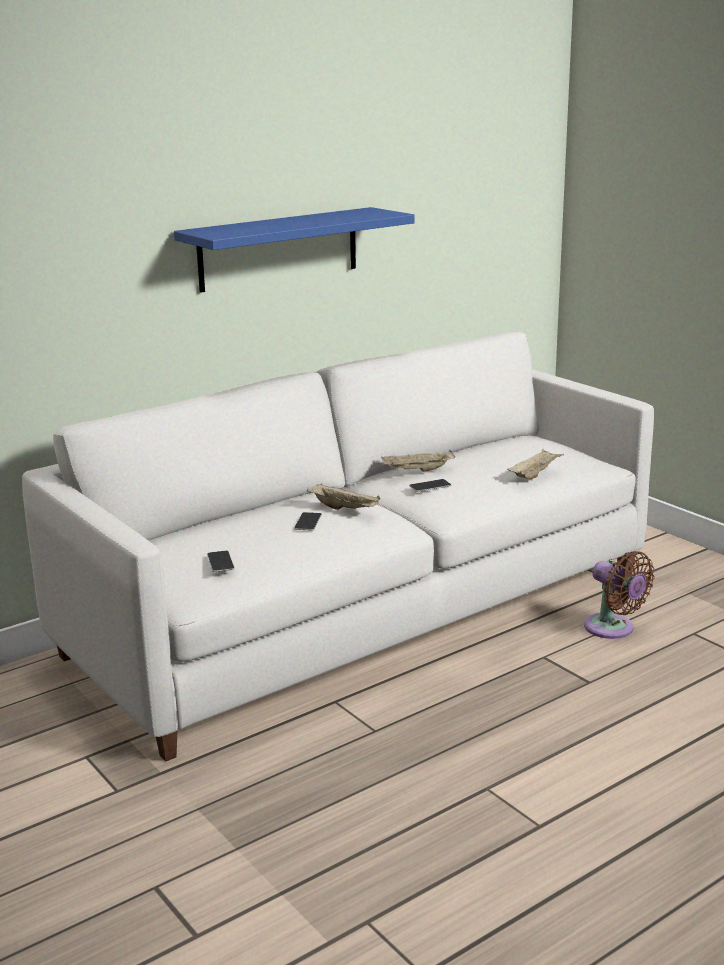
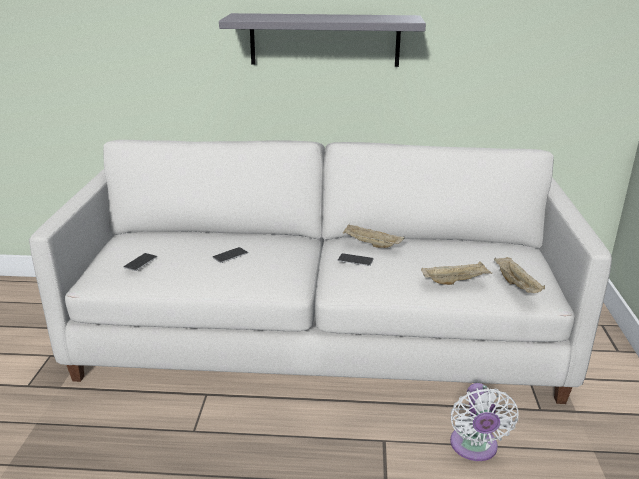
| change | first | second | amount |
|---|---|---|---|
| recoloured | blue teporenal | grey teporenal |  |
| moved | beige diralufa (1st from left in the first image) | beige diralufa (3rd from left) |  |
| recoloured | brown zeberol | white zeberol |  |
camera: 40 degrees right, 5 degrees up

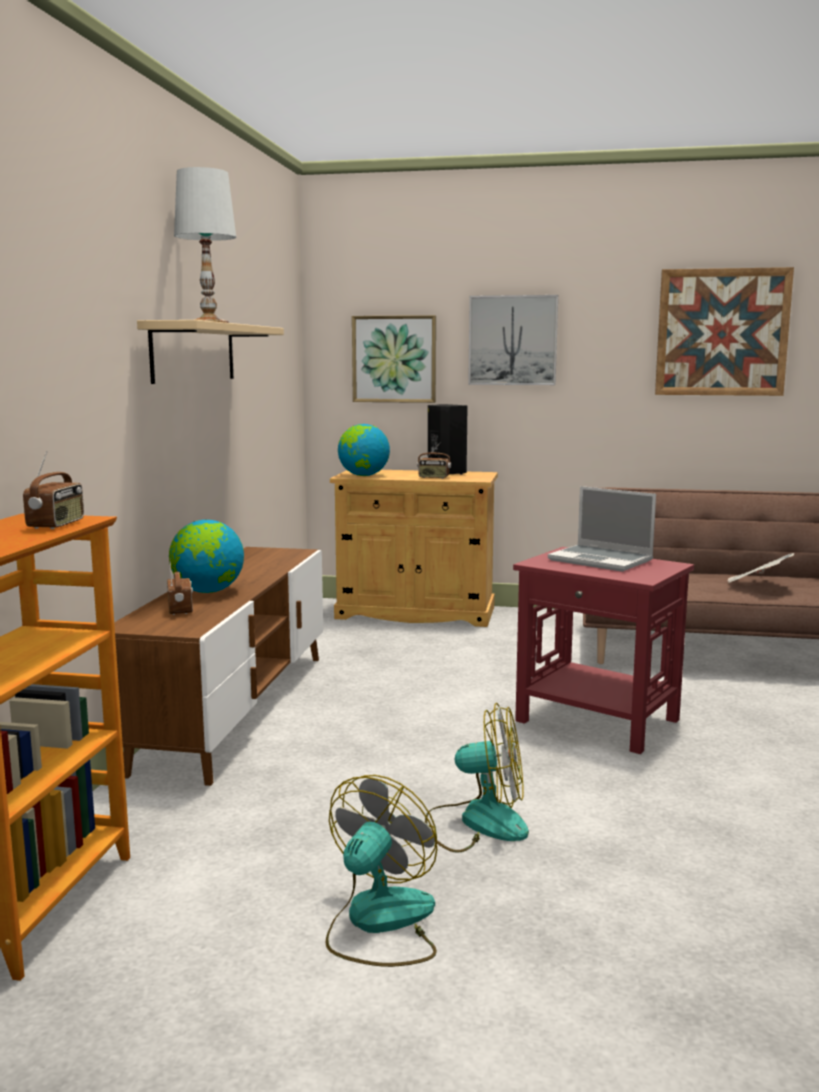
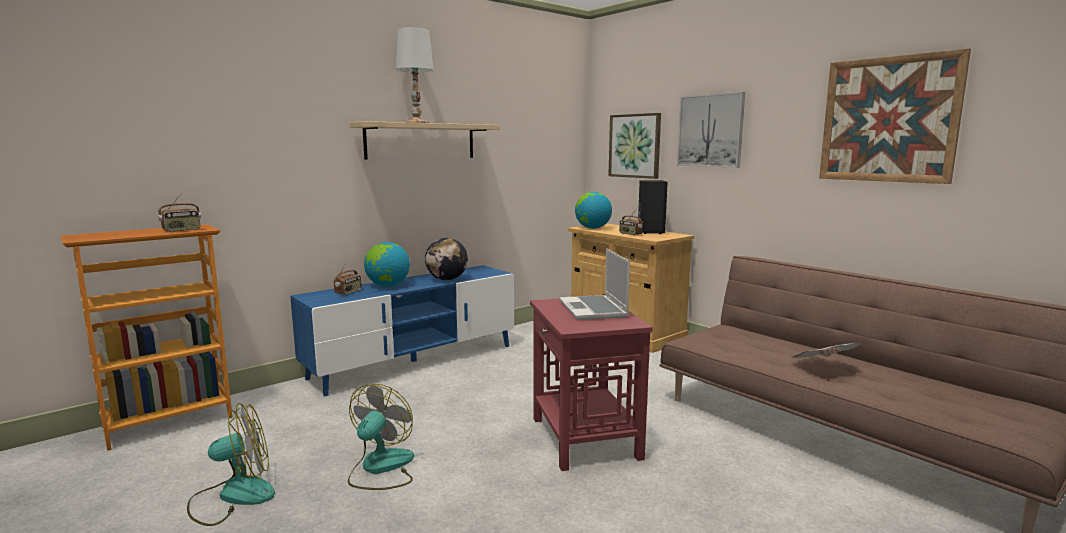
| change | first | second | amount |
|---|---|---|---|
| recoloured | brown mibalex | blue mibalex |  |
| turned | zeberol (2nd from left) |  | 120 degrees counterclockwise |
| added |  | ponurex (2nd from left) |  |
camera: 40 degrees right, 0 degrees up

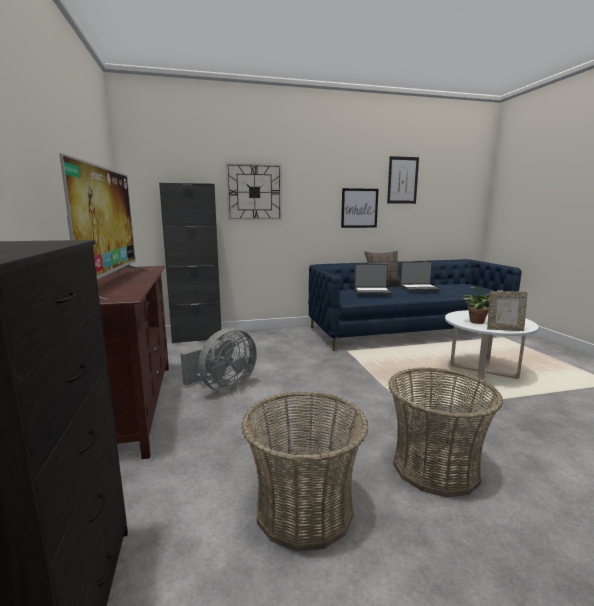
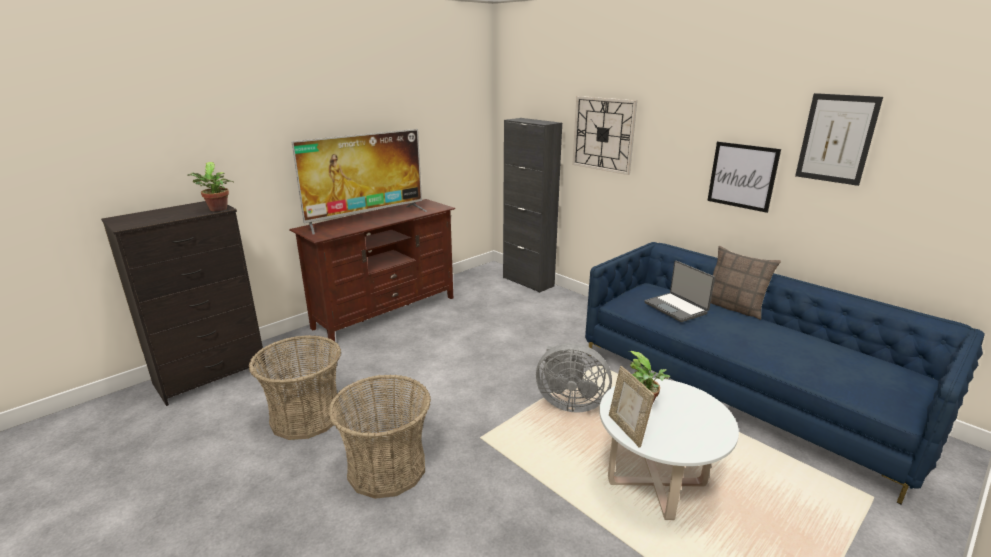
| change | first | second | amount |
|---|---|---|---|
| moved | grey zeberol |  |  |
| removed | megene (2nd from left) |  |  |
| added |  | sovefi (1st from left) |  |
camera: 60 degrees right, 10 degrees up

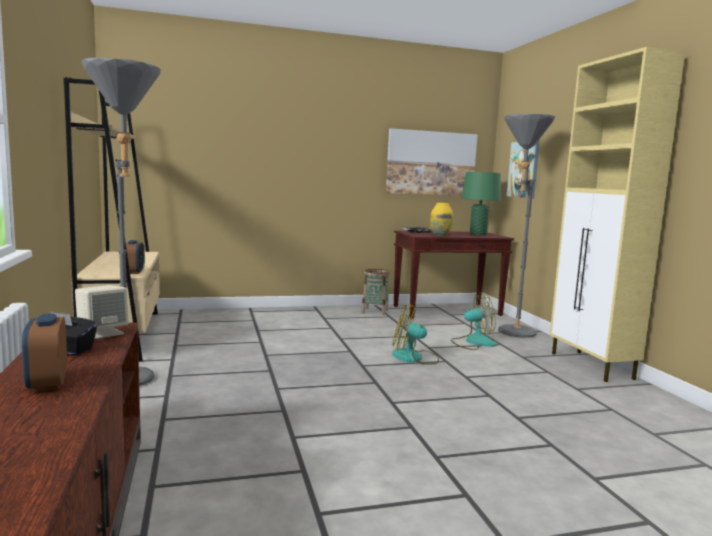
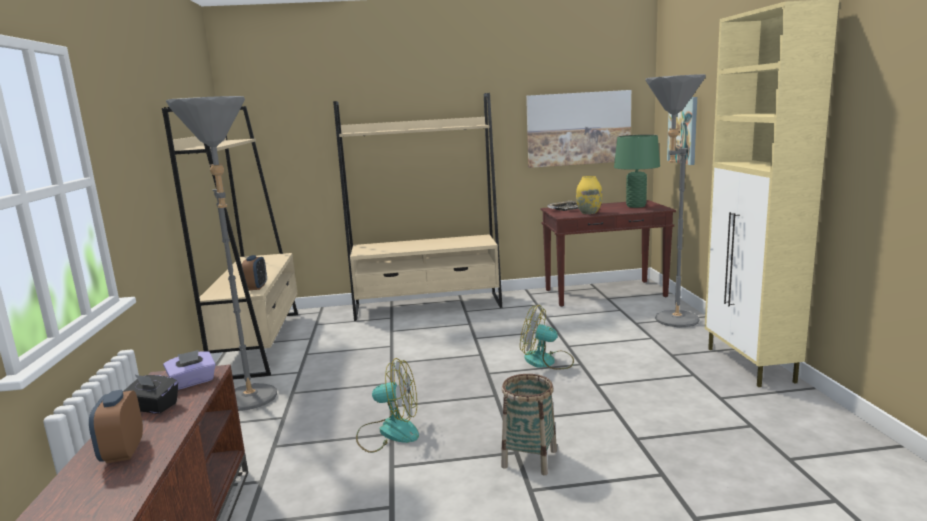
| change | first | second | amount |
|---|---|---|---|
| replaced | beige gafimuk | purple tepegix |  |
| moved | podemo |  |  |
| moved | zeberol (2nd from left in the first image) | zeberol (1st from left) |  |
| added |  | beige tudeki (2nd from left) |  |
camera: 10 degrees right, 5 degrees up

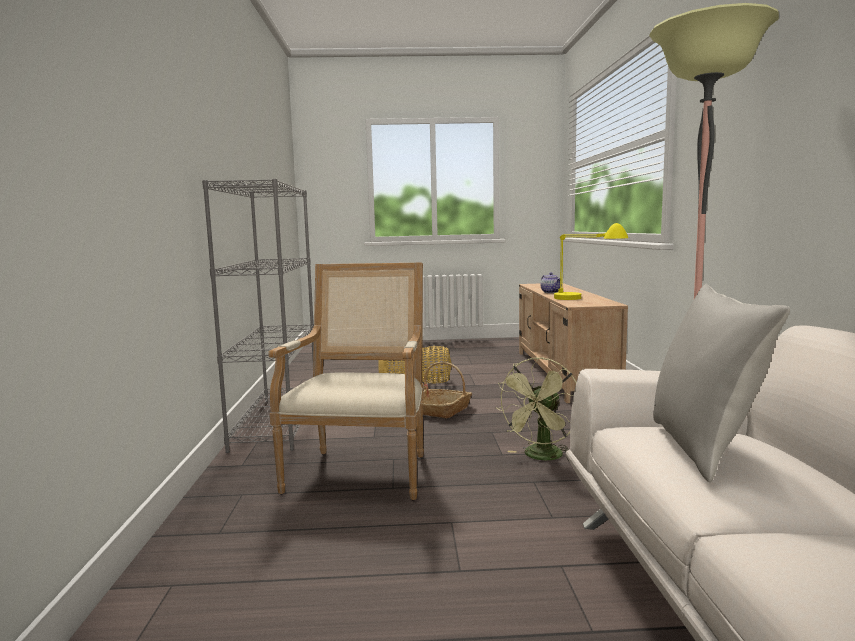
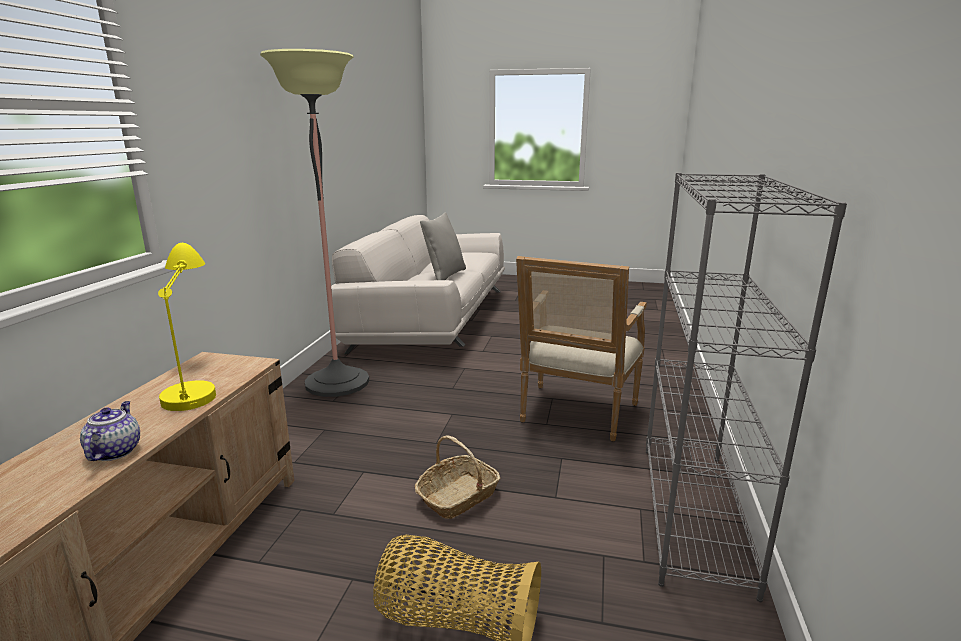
| change | first | second | amount |
|---|---|---|---|
| removed | green zeberol |  |  |
camera: 165 degrees left, 10 degrees up

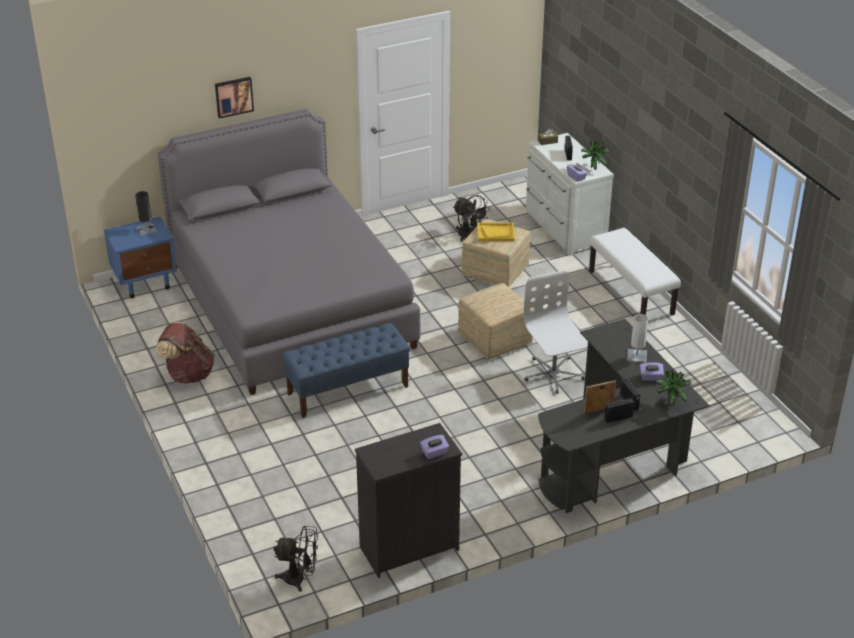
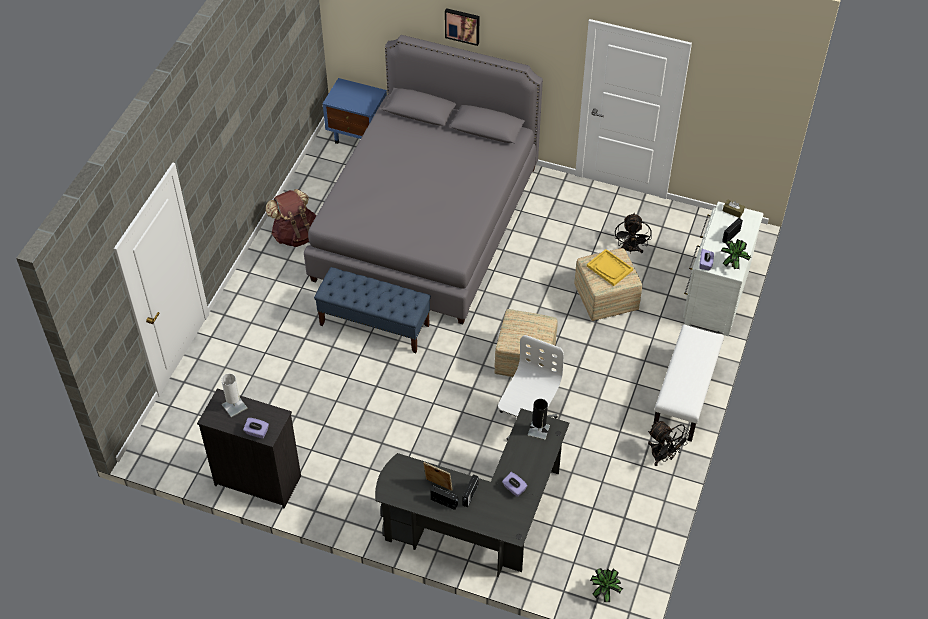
| change | first | second | amount |
|---|---|---|---|
| moved | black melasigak |  |  |
| moved | black zeberol (1st from left in the first image) | black zeberol (2nd from left) |  |
| moved | white melasigak |  |  |
| moved | sovefi (2nd from left in the first image) | sovefi (1st from left) |  |
camera: 45 degrees right, 15 degrees up

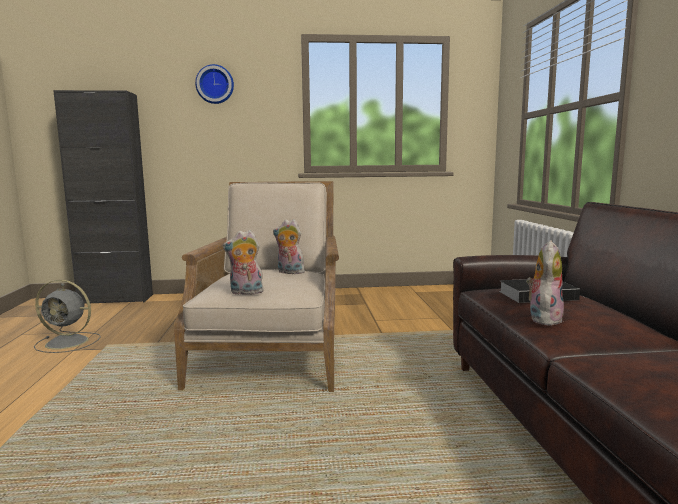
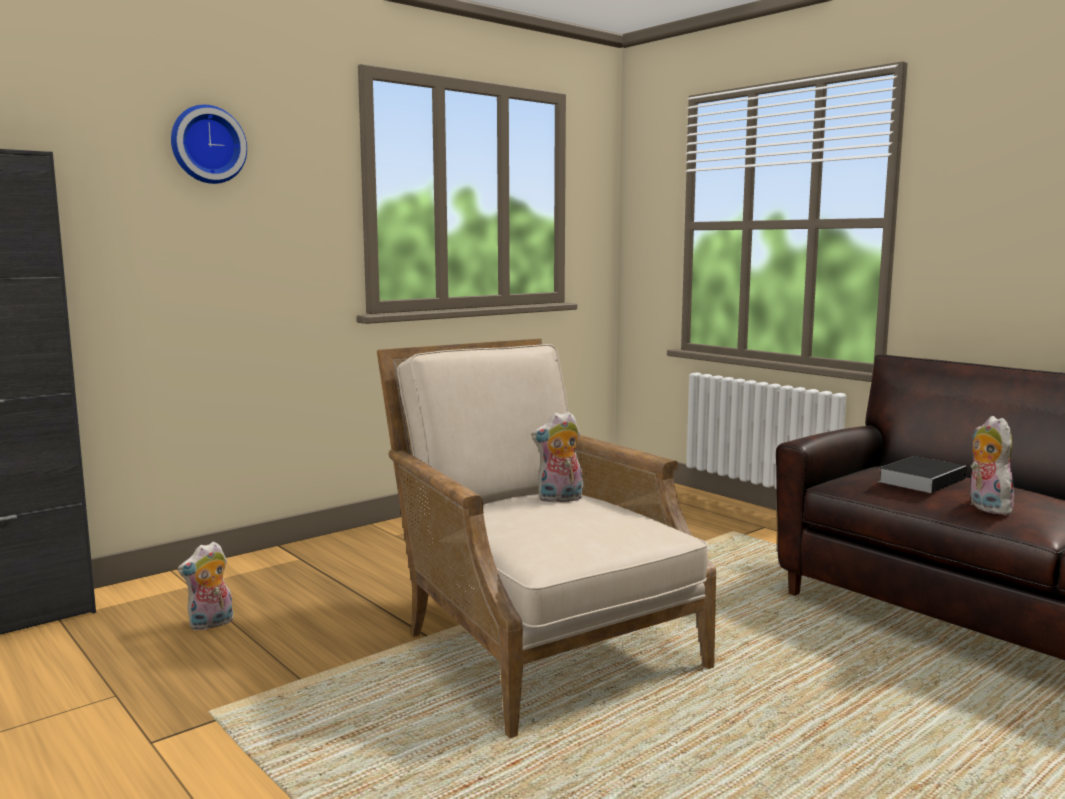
| change | first | second | amount |
|---|---|---|---|
| removed | grey zeberol |  |  |
| moved | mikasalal (1st from left) |  |  |
camera: 35 degrees left, 0 degrees up

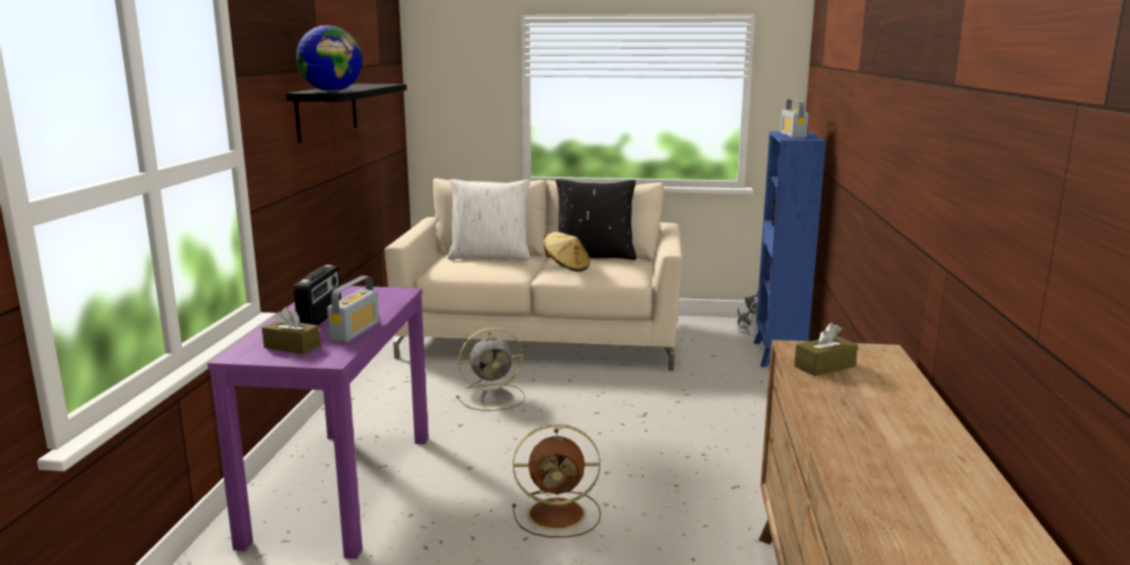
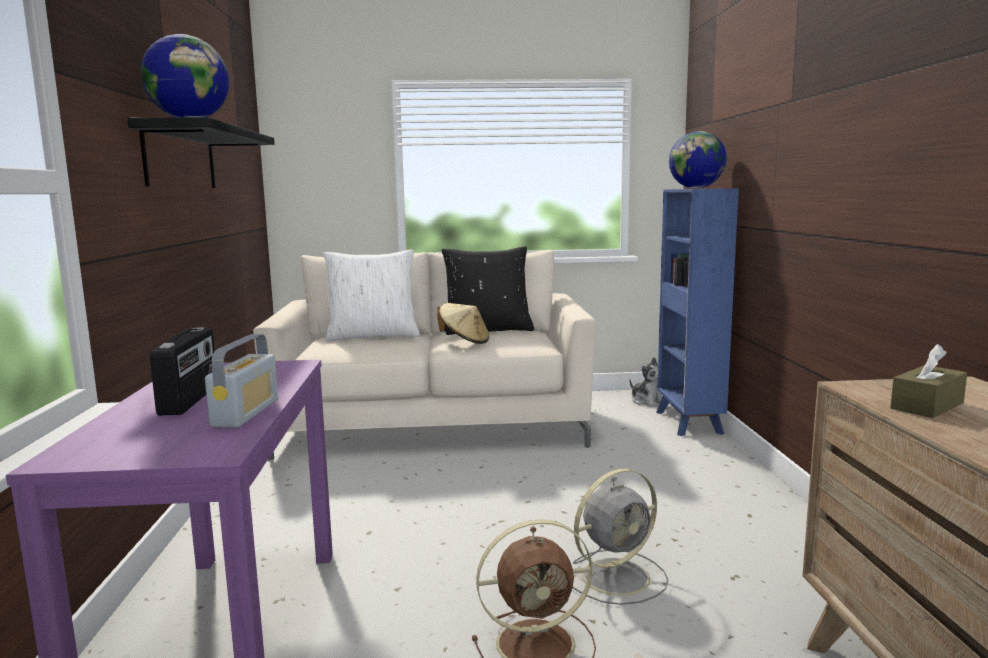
| change | first | second | amount |
|---|---|---|---|
| removed | brown tepegix (1st from left) |  |  |
| moved | grey zeberol |  |  |
| replaced | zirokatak (3rd from left) | ponurex (2nd from left) |  |
camera: 10 degrees left, 5 degrees down

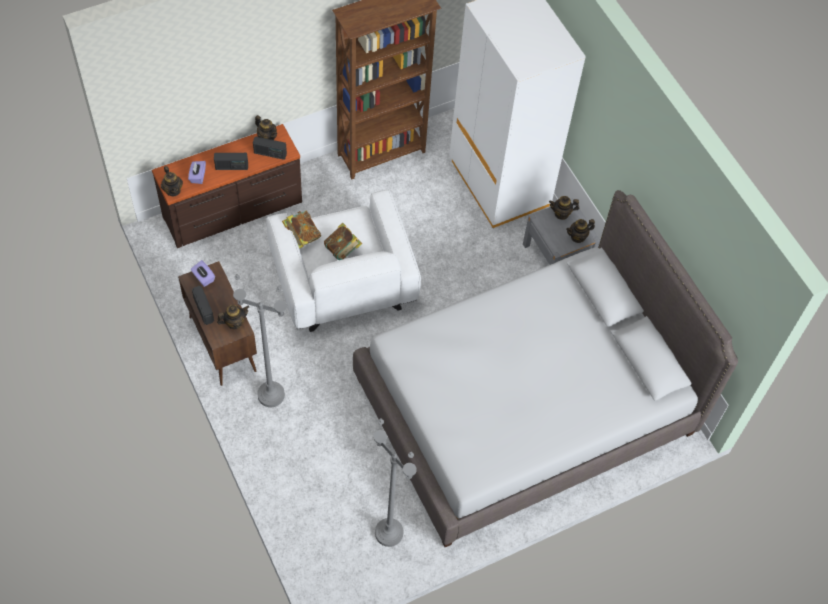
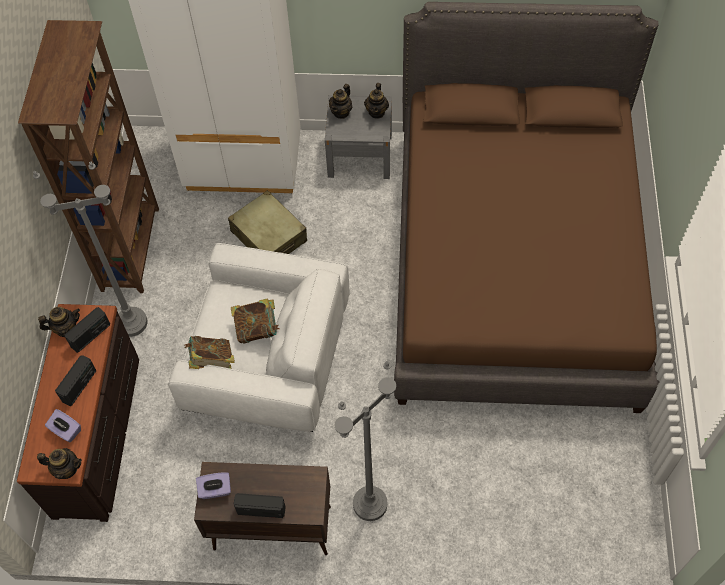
| change | first | second | amount |
|---|---|---|---|
| removed | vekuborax (2nd from left) |  |  |
| recoloured | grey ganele | brown ganele |  |
| moved | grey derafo (2nd from left in the first image) | grey derafo (1st from left) |  |
| added |  | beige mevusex |  |
camera: 55 degrees left, 0 degrees up

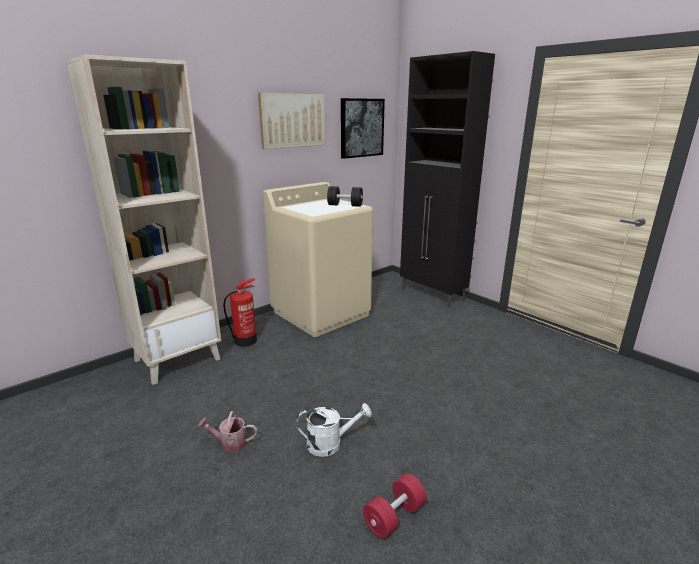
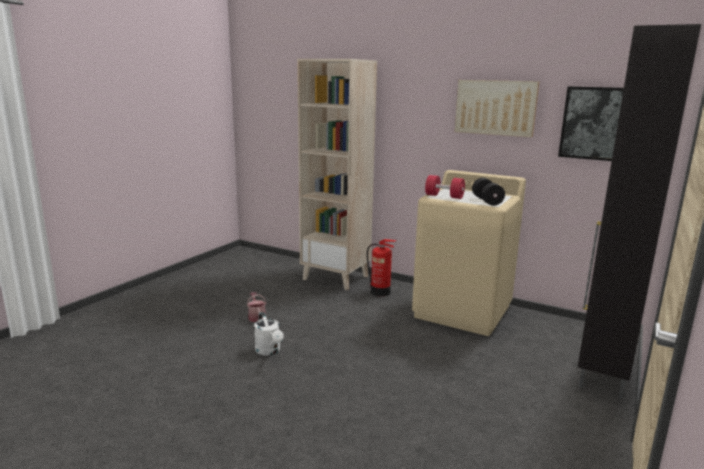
| change | first | second | amount |
|---|---|---|---|
| moved | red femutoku |  |  |
camera: 70 degrees right, 5 degrees down

